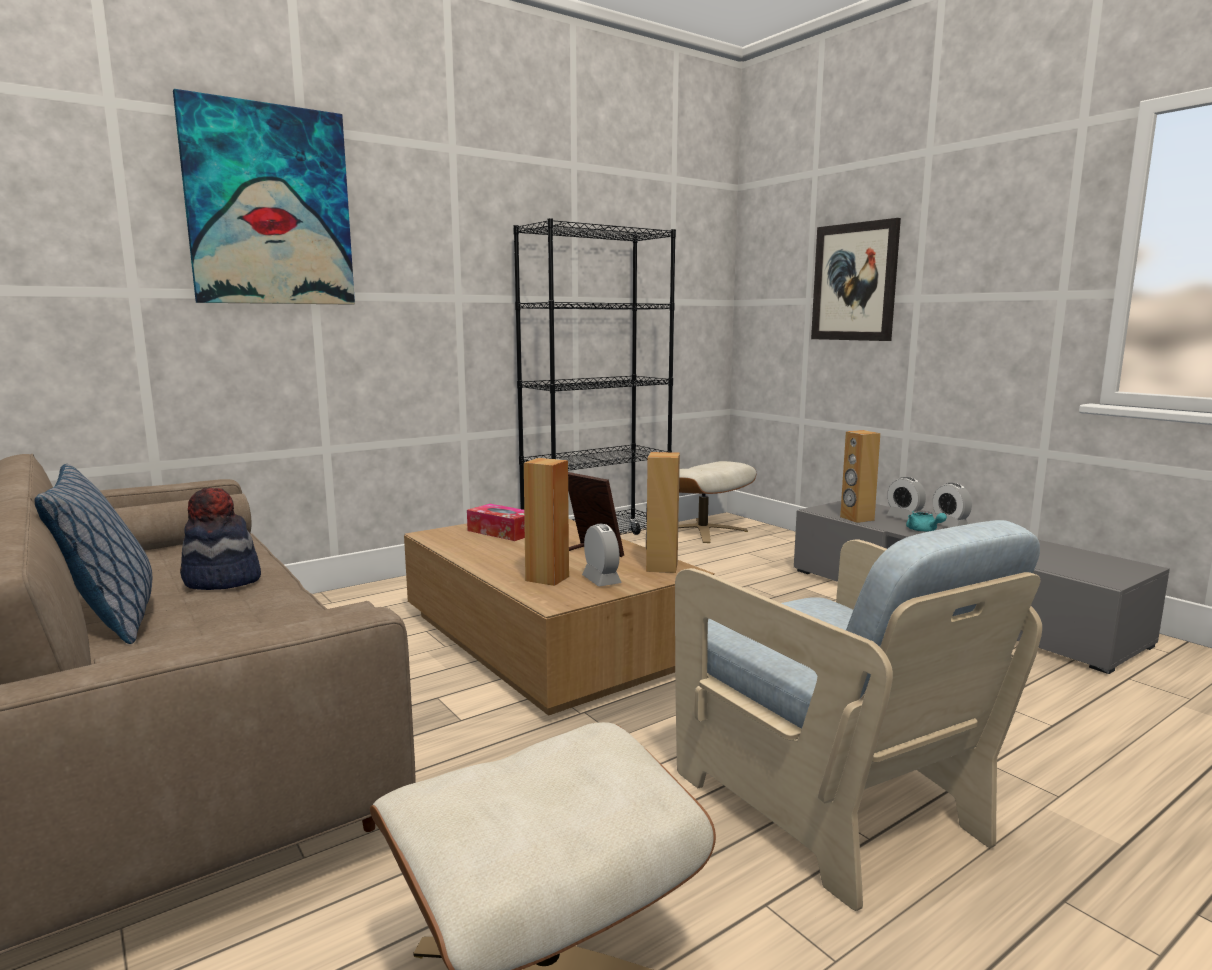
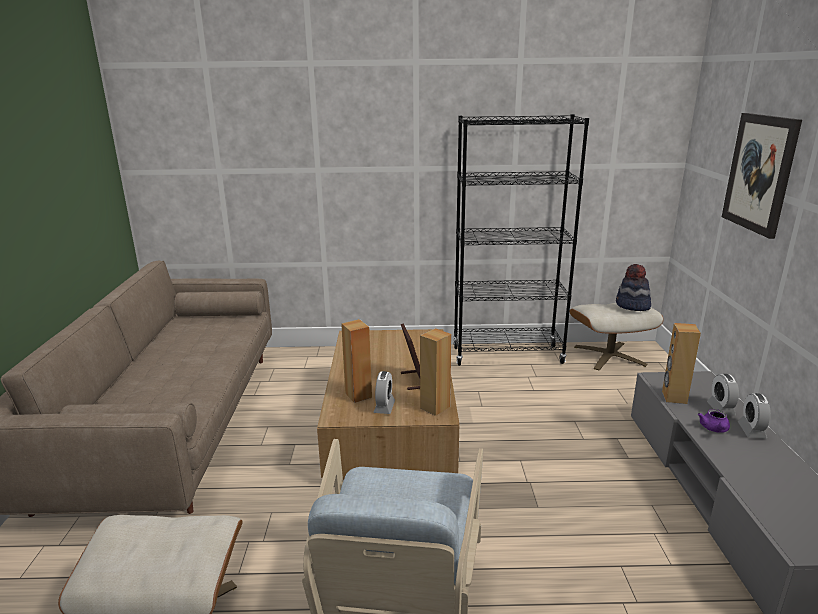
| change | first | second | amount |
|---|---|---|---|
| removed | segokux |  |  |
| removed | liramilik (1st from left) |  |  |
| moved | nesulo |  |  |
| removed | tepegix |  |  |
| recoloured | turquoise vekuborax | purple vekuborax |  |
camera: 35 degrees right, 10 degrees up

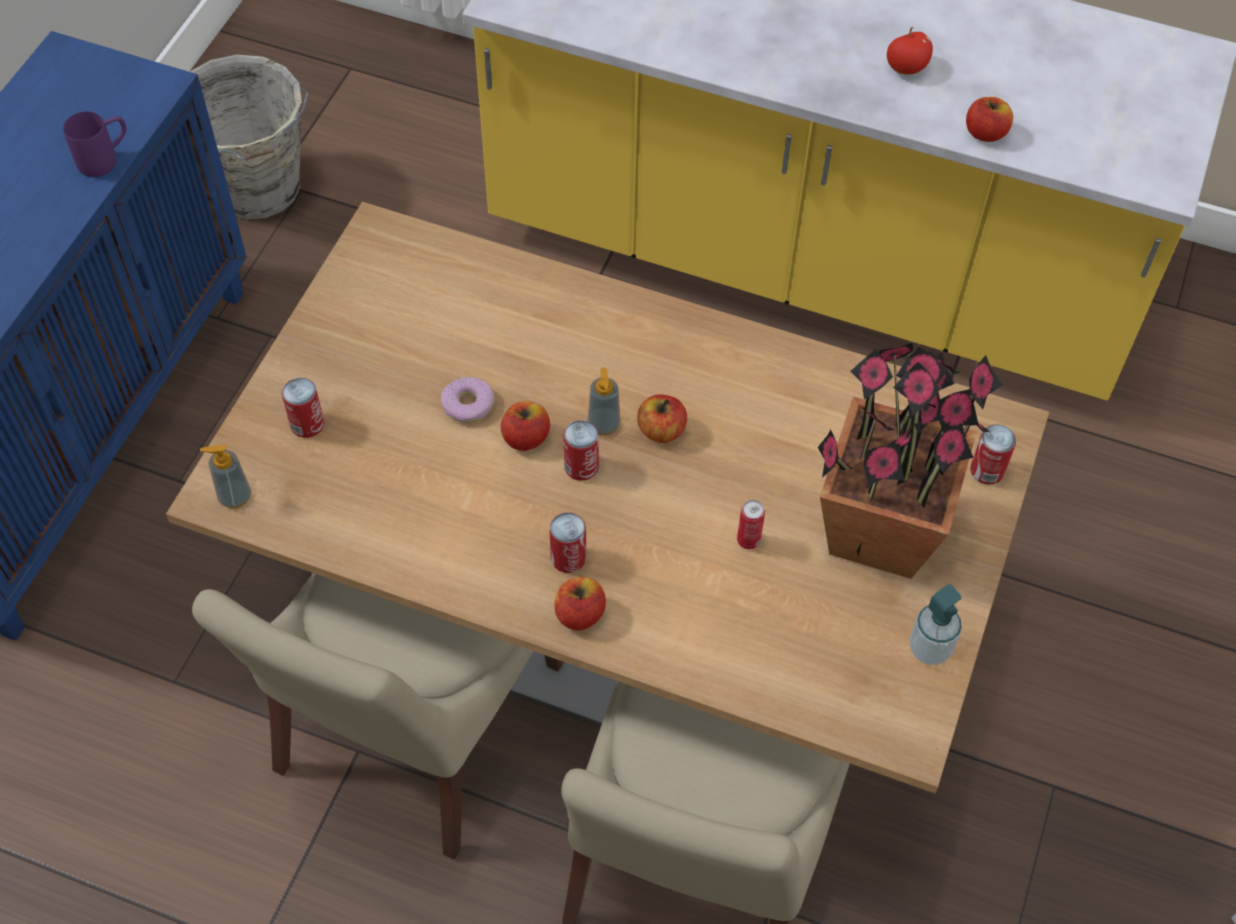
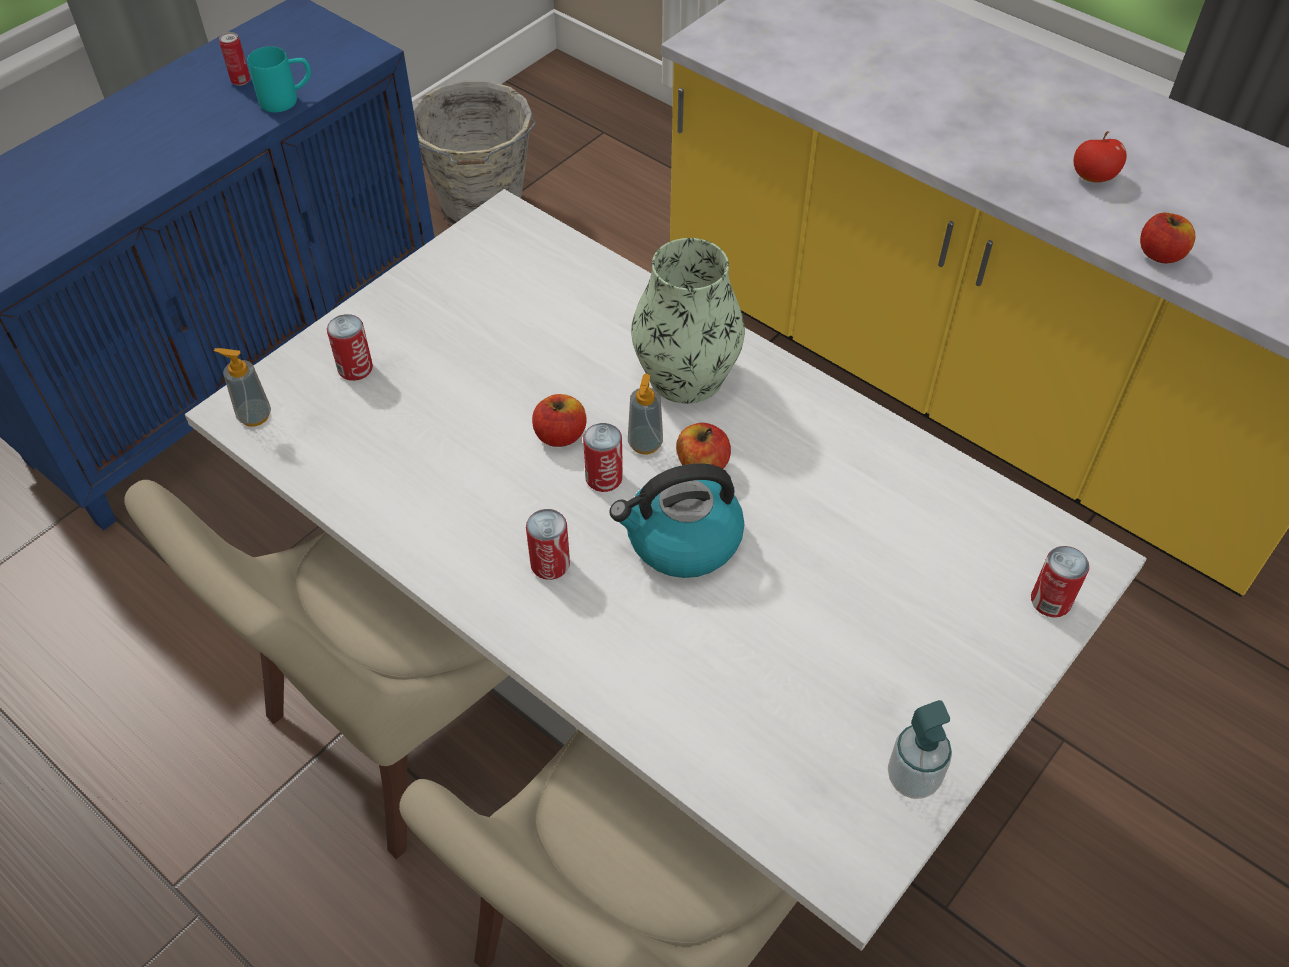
| change | first | second | amount |
|---|---|---|---|
| recoloured | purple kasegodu | turquoise kasegodu |  |
| recoloured | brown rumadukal | white rumadukal |  |
| removed | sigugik |  |  |
| removed | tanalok (2nd from left) |  |  |
| moved | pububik (4th from left in the first image) | pububik (1st from left) |  |
| removed | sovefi |  |  |
| added |  | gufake |  |
| added |  | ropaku |  |
camera: 20 degrees right, 5 degrees down

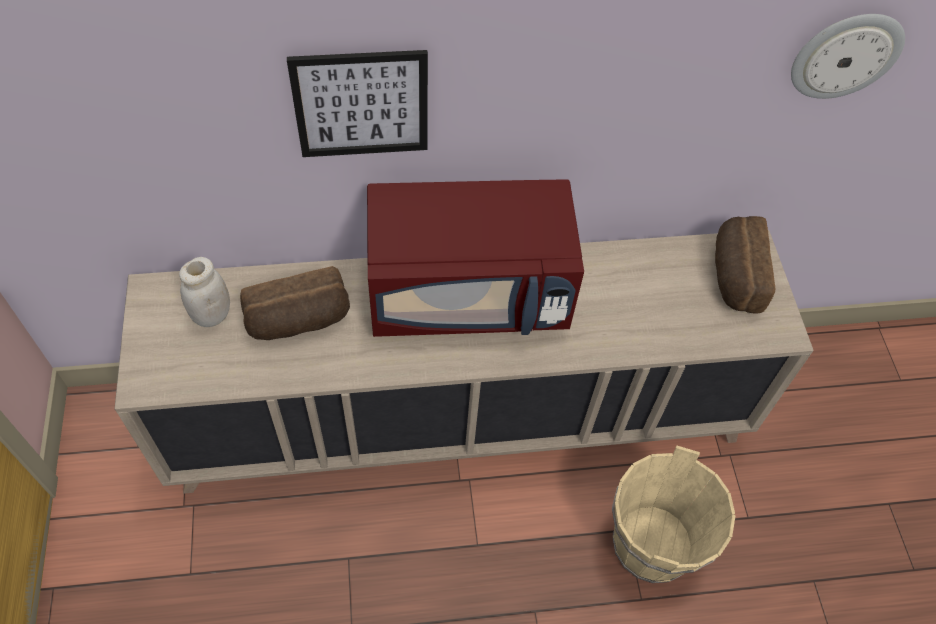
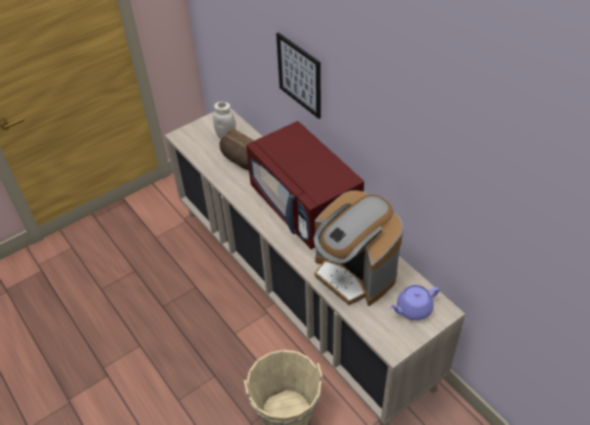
| change | first | second | amount |
|---|---|---|---|
| replaced | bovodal (2nd from left) | purple vekuborax |  |
| removed | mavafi |  |  |
| added |  | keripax |  |
camera: 65 degrees right, 10 degrees down

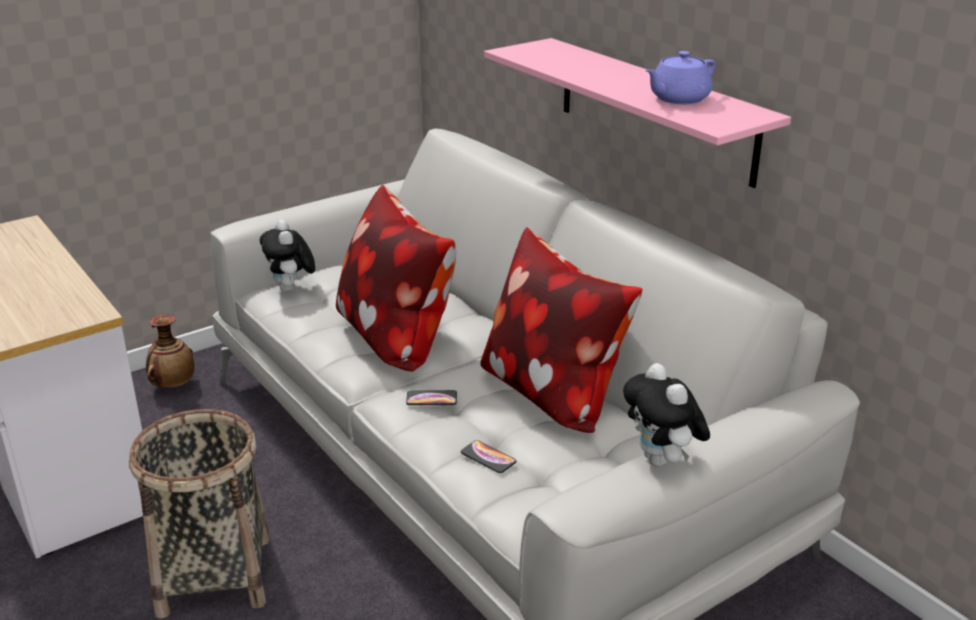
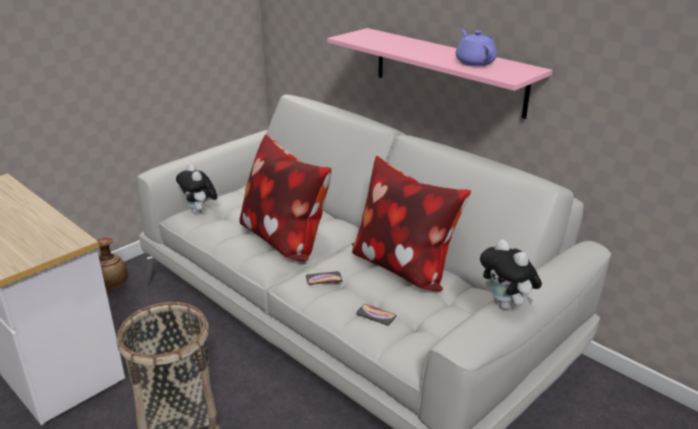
| change | first | second | amount |
|---|---|---|---|
| turned | purple vekuborax |  | 120 degrees clockwise |
camera: 10 degrees left, 0 degrees up

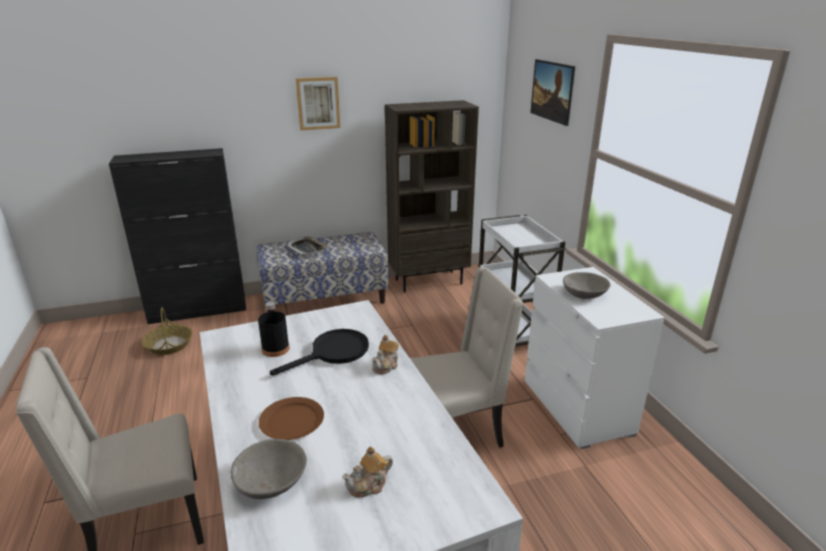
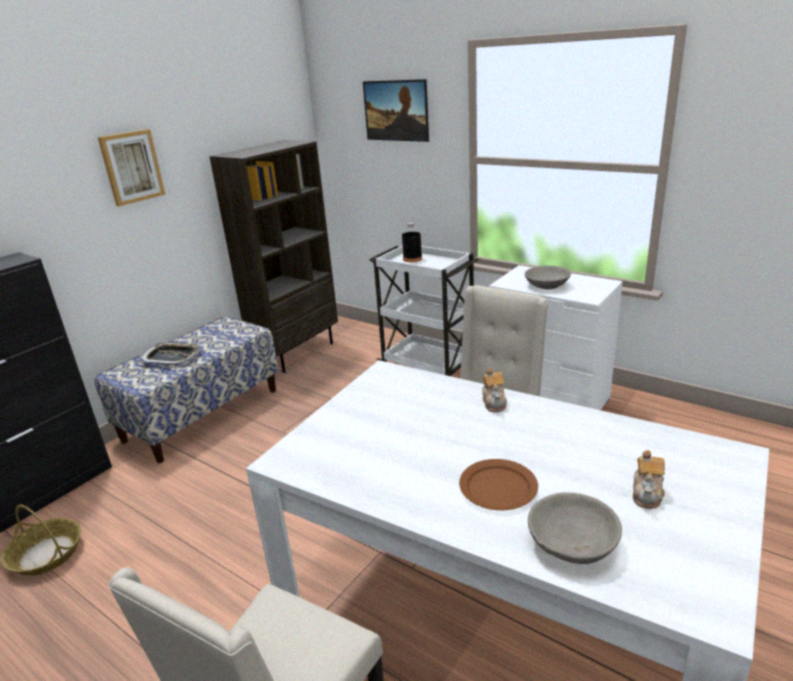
| change | first | second | amount |
|---|---|---|---|
| moved | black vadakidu |  |  |
| removed | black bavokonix |  |  |
camera: 35 degrees left, 0 degrees up

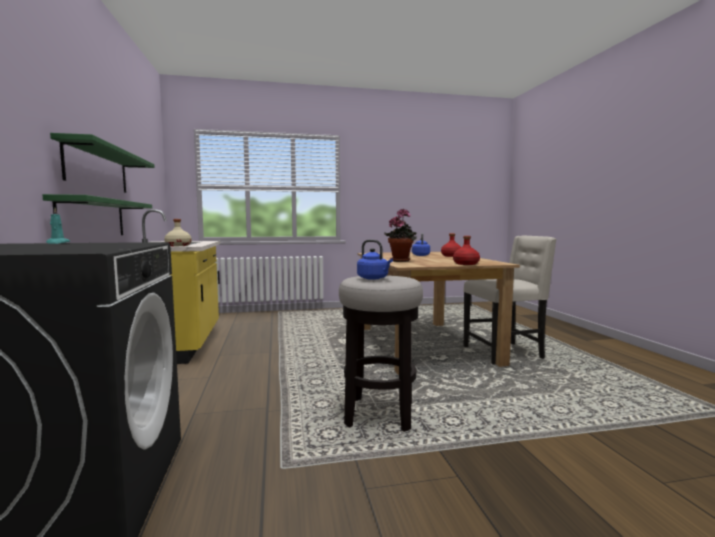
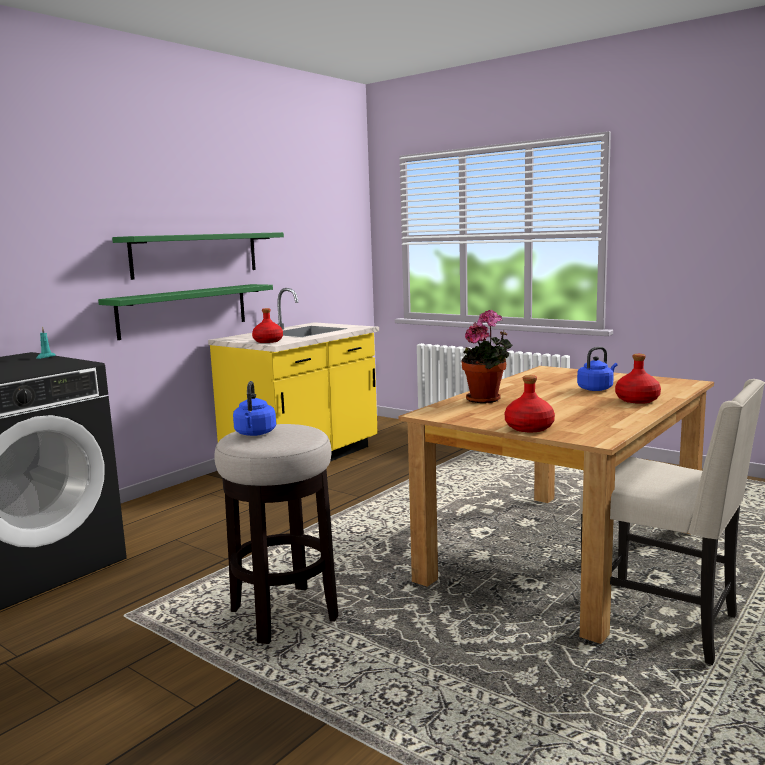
| change | first | second | amount |
|---|---|---|---|
| recoloured | beige vadakidu | red vadakidu (1st from left) |  |
camera: 50 degrees right, 5 degrees up

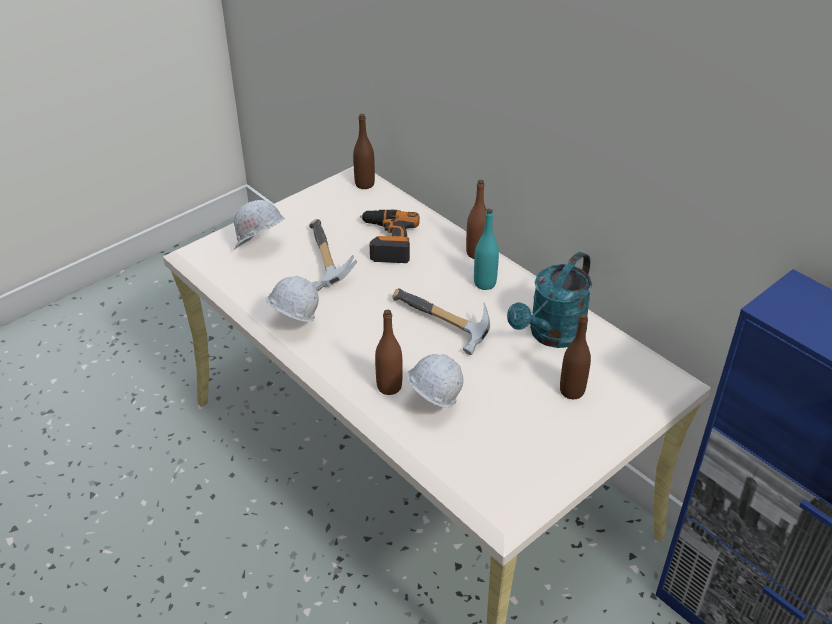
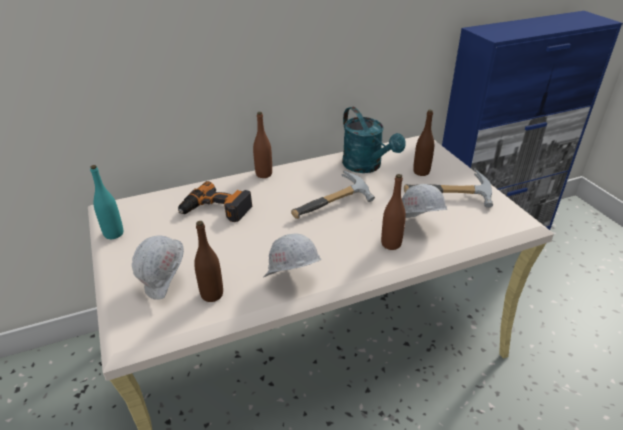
| change | first | second | amount |
|---|---|---|---|
| moved | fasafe (1st from left in the first image) | fasafe (2nd from left) |  |
| moved | brown vadakidu (1st from left) |  |  |
| moved | turquoise vadakidu |  |  |
camera: 70 degrees left, 5 degrees down

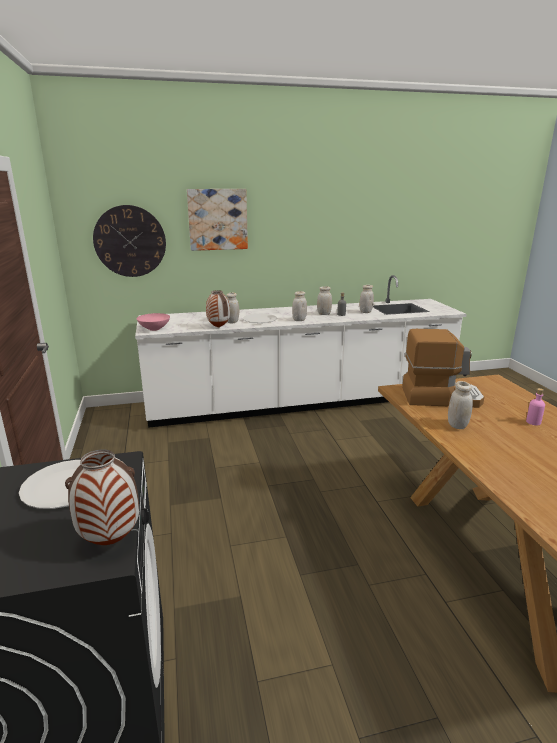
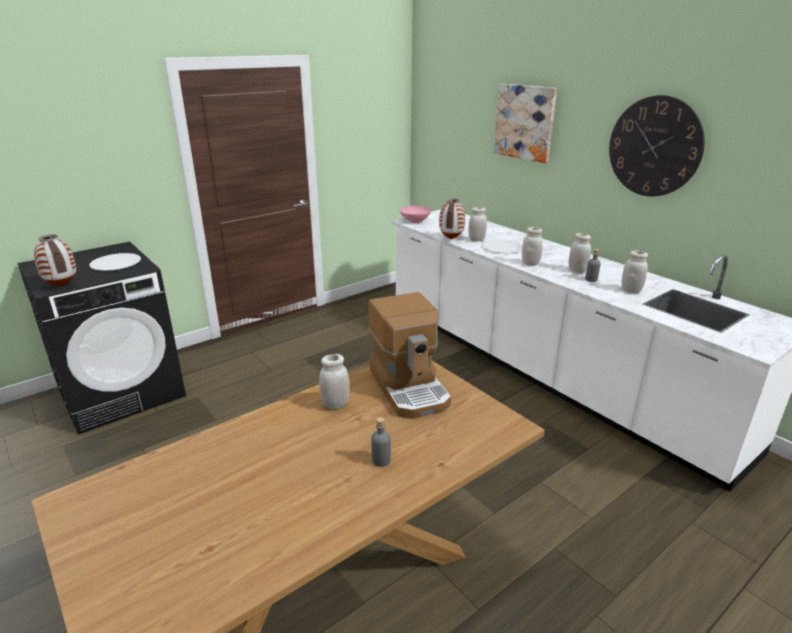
| change | first | second | amount |
|---|---|---|---|
| moved | mavafi |  |  |
| recoloured | pink vadakidu | grey vadakidu (1st from left) |  |
camera: 65 degrees right, 5 degrees up

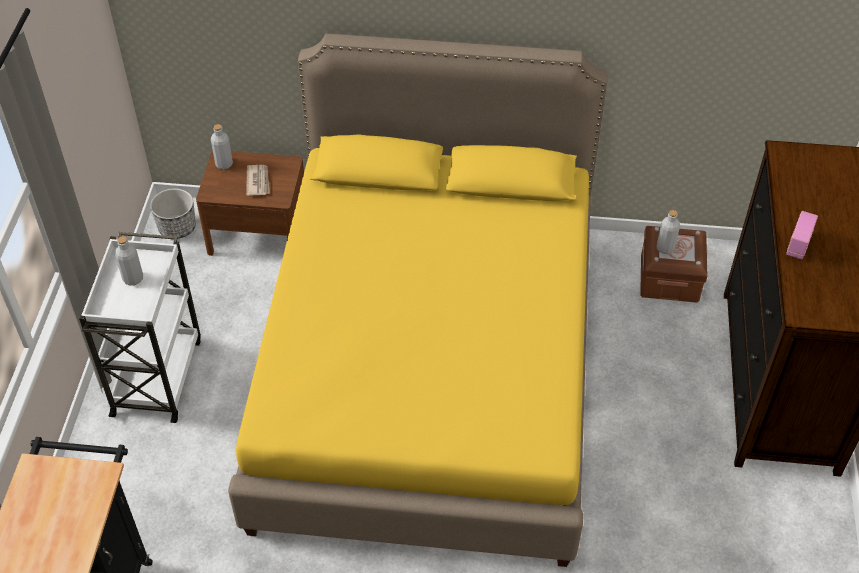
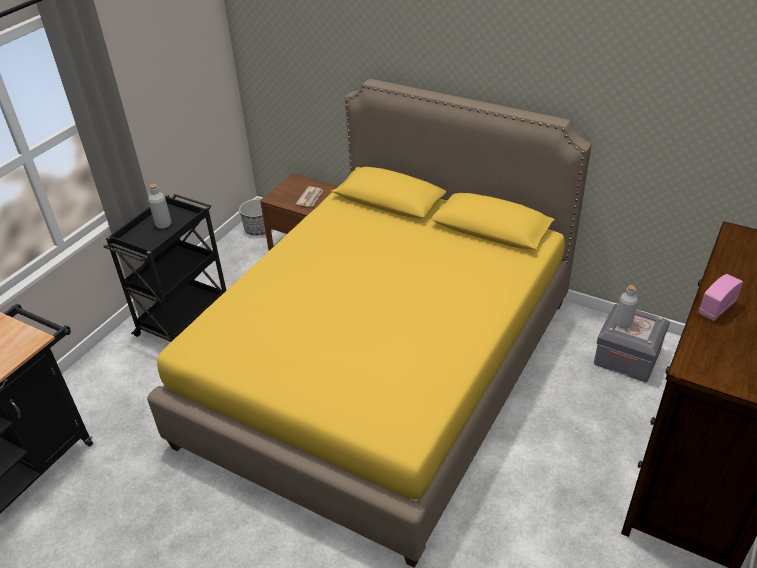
| change | first | second | amount |
|---|---|---|---|
| recoloured | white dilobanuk | black dilobanuk (2nd from left) |  |
| removed | grey vadakidu (2nd from left) |  |  |
| recoloured | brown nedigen | grey nedigen |  |
camera: 25 degrees right, 10 degrees down

